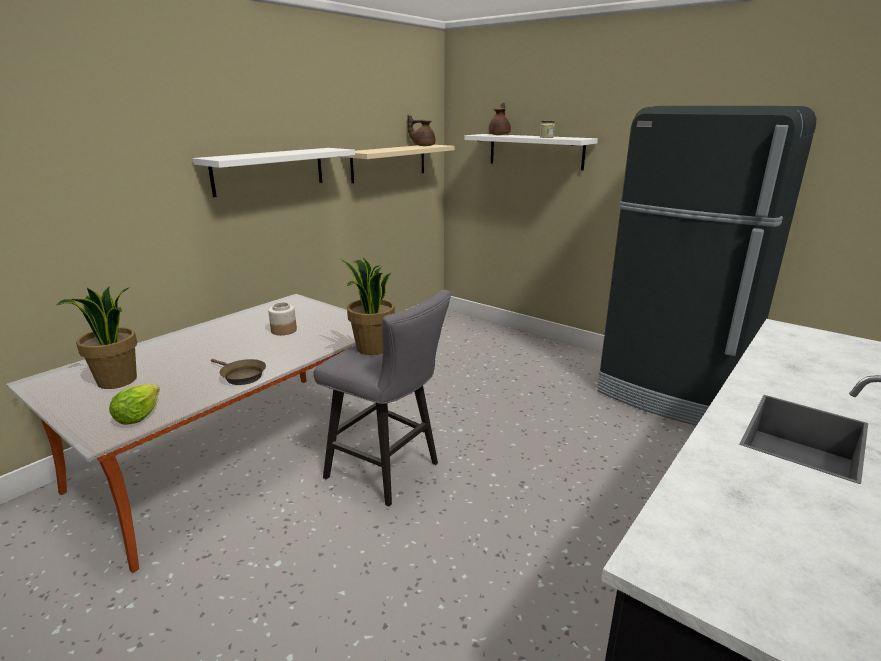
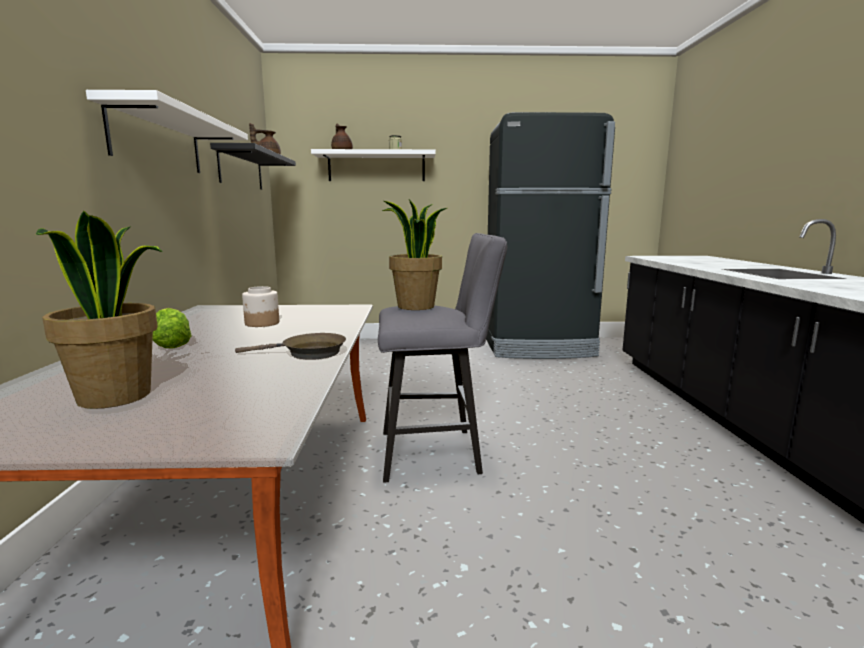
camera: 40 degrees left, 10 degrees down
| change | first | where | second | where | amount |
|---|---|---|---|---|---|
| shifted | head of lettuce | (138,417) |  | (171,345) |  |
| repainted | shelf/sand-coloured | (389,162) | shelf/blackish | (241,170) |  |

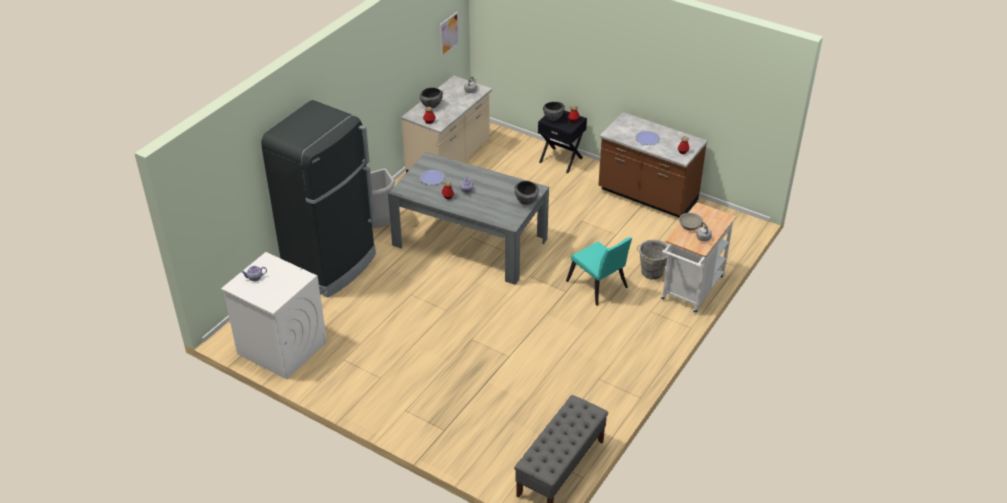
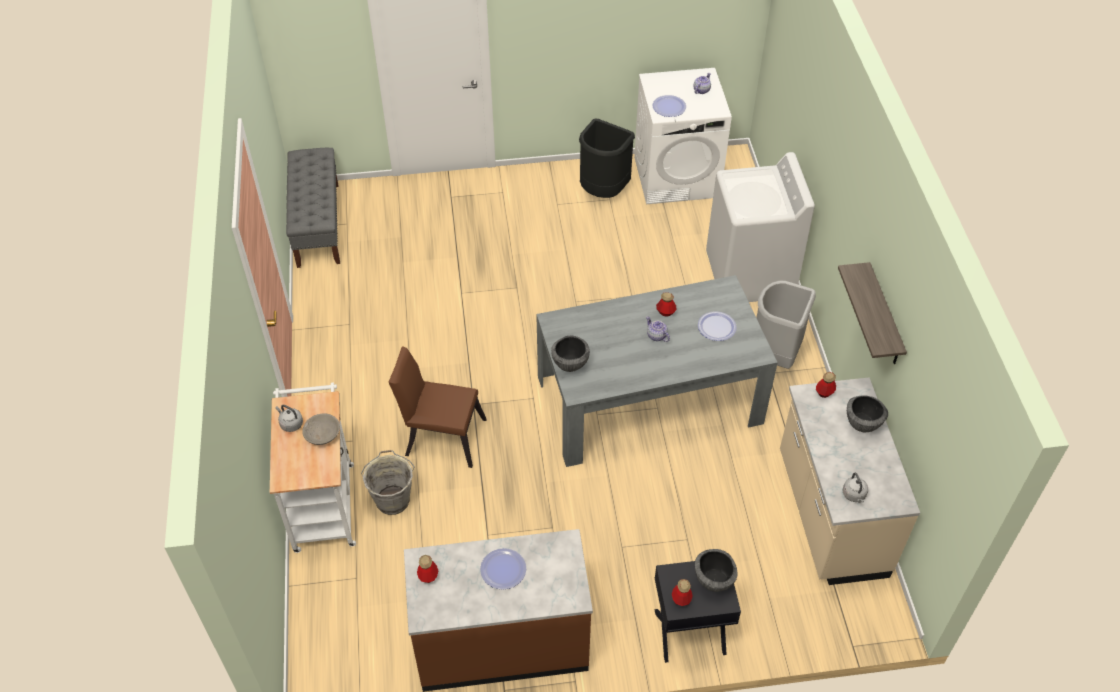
camera: 140 degrees right, 10 degrees up
| change | first | where | second | where | amount |
|---|---|---|---|---|---|
| repainted | chair/blue-green | (598,287) | chair/brown-coloured | (441,435) |  |
| new |  |  | trash can/blackish | (603,192) |  |
| new |  |  | dinner plate | (669,107) |  |
| swapped | refrigerator/blackish | (331,266) | laundry machine/whitish | (749,275) |  |
| new |  |  | shelf | (884,317) |  |
| gone | wall art | (449,34) |  |  |  |

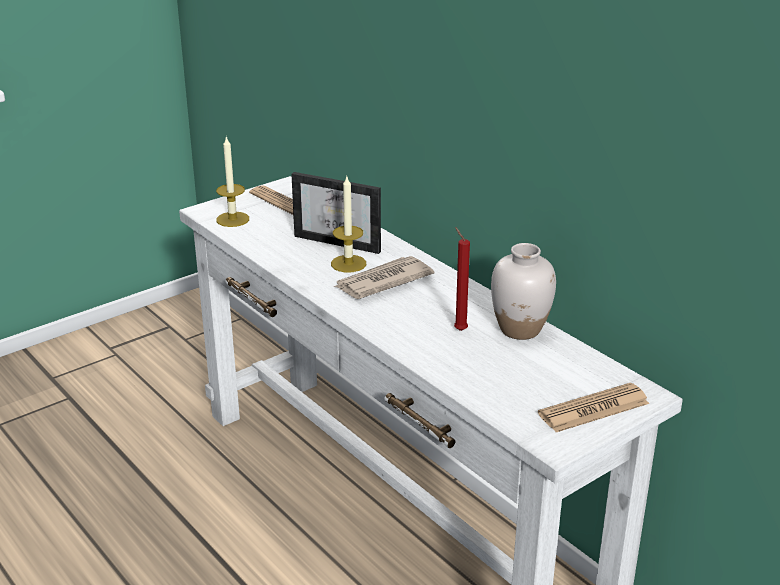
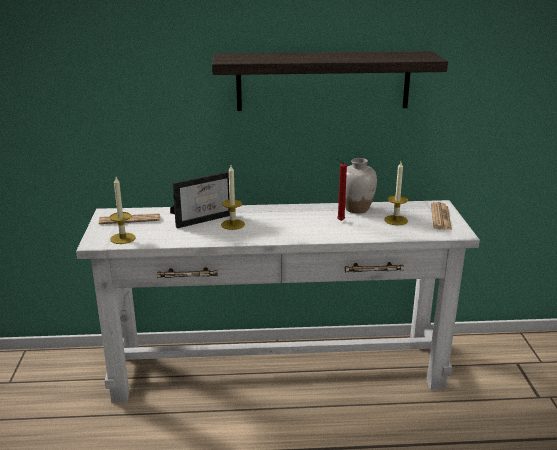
camera: 55 degrees left, 5 degrees down
| change | first | where | second | where | amount |
|---|---|---|---|---|---|
| new |  |  | shelf | (323,81) |  |
| new |  |  | wax candle | (396,220) |  |
| gone | newspaper | (382,281) |  |  |  |

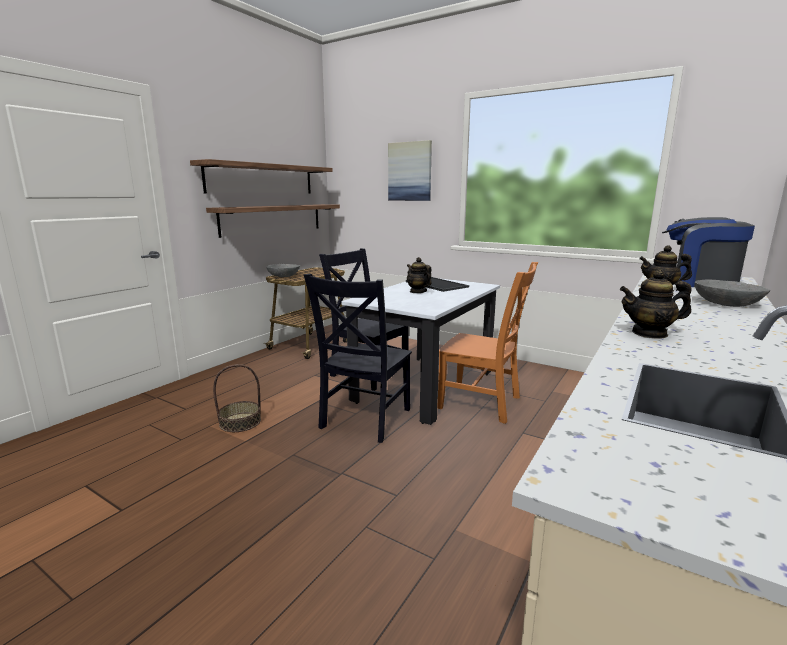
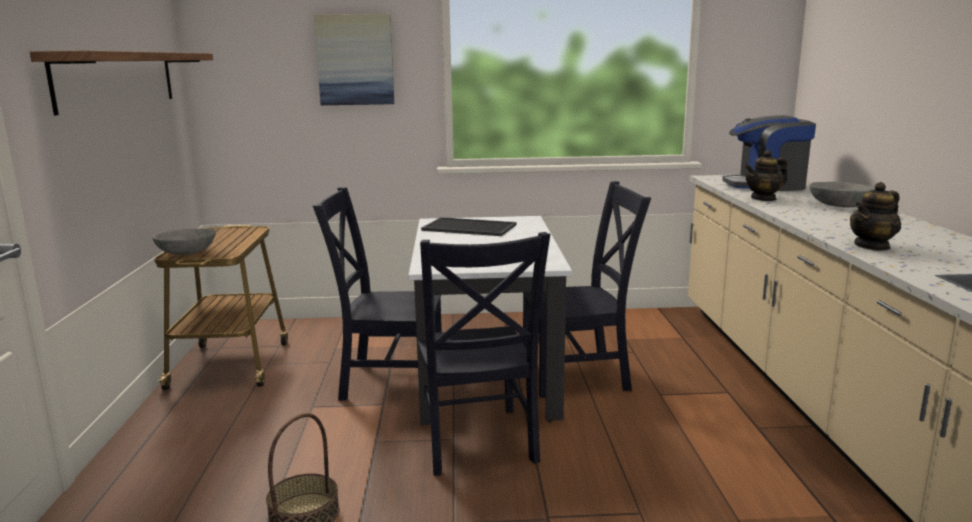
camera: 35 degrees left, 0 degrees up
| change | first | where | second | where | amount |
|---|---|---|---|---|---|
| repainted | chair/orange-coloured | (483,404) | chair/blackish | (580,375) |  |
| gone | shelf | (273,219) |  |  |  |
| gone | teapot | (418,291) |  |  |  |

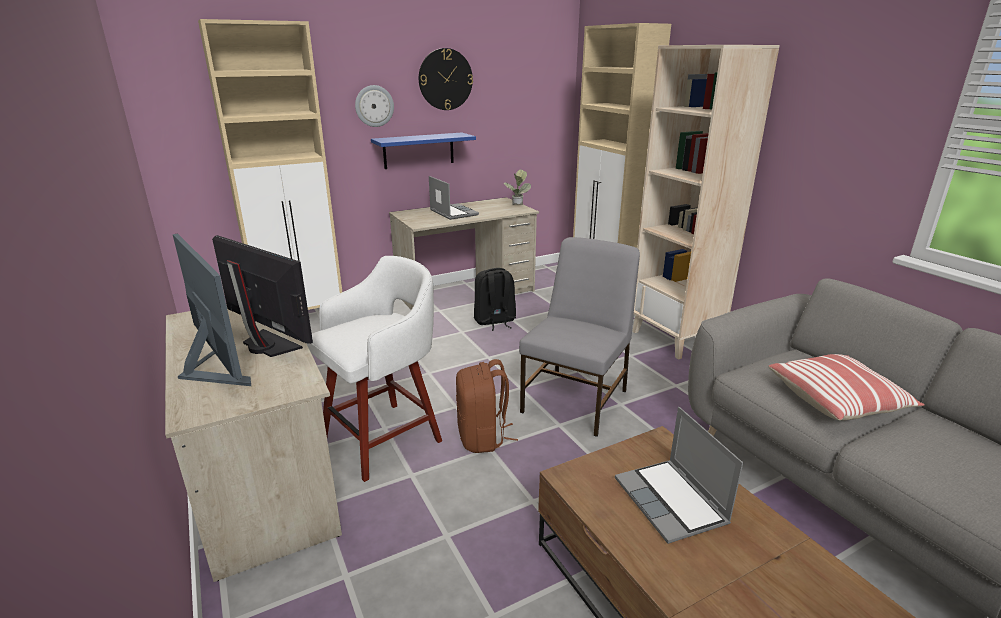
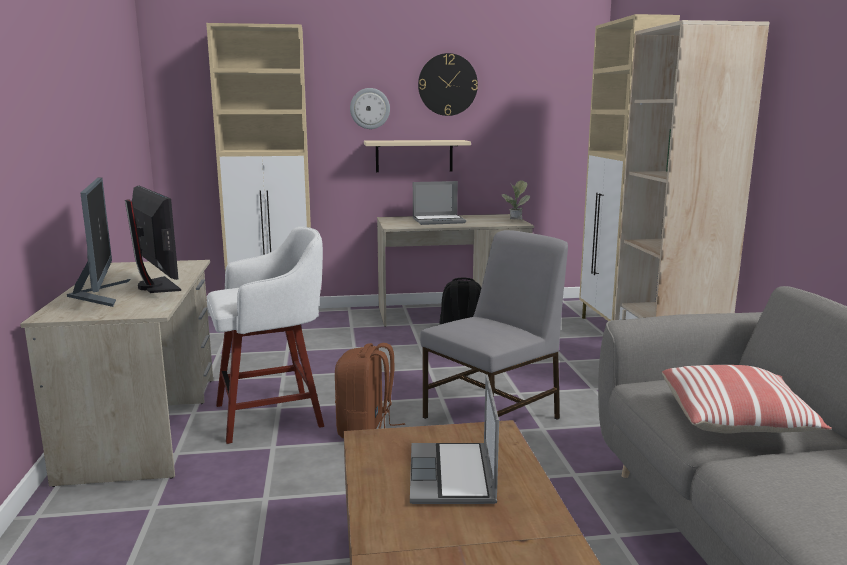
camera: 20 degrees right, 10 degrees down
| change | first | where | second | where | amount |
|---|---|---|---|---|---|
| repainted | shelf/bluish | (418,150) | shelf/sand-coloured | (414,156) |  |
| rotated | laptop | (452,213) |  | (439,221) | 90 degrees clockwise |

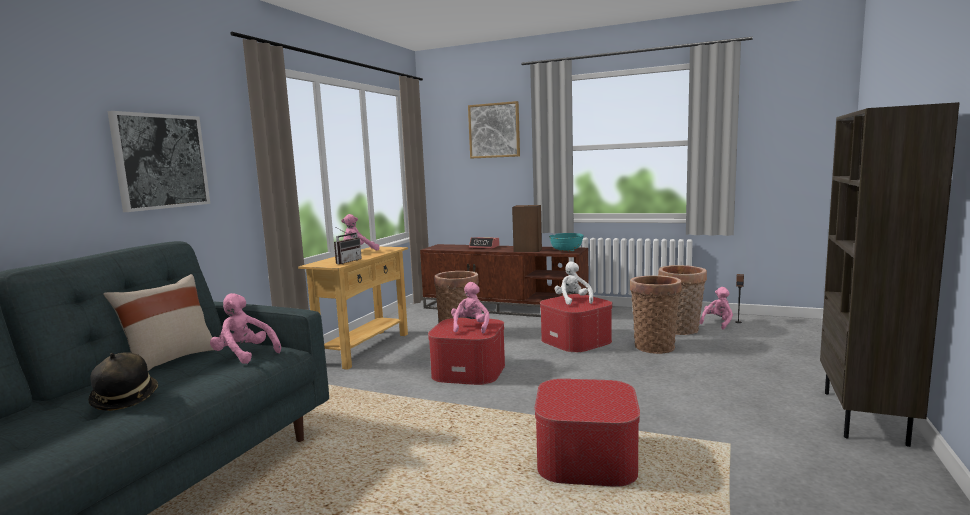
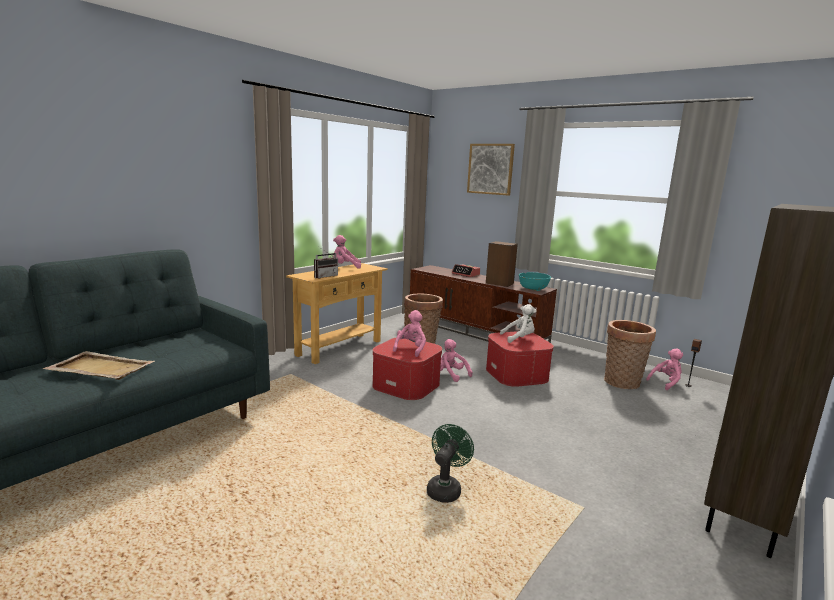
camera: 15 degrees right, 5 degrees up
| change | first | where | second | where | amount |
|---|---|---|---|---|---|
| swapped | clothing hat | (125,399) | tray/sand-coloured | (100,368) |  |
| swapped | footrest | (586,459) | electric fan/green-coloured | (445,488) |  |
| shifted | plush toy/pinkish | (244,355) |  | (451,375) |  |
| rotated | plush toy/whitish | (573,300) |  | (519,338) | 75 degrees clockwise |
| gone | cushion/sand-coloured | (169,360) |  |  |  |
| gone | wall art | (161,161) |  |  |  |
| gone | household basket | (654,346) |  |  |  |

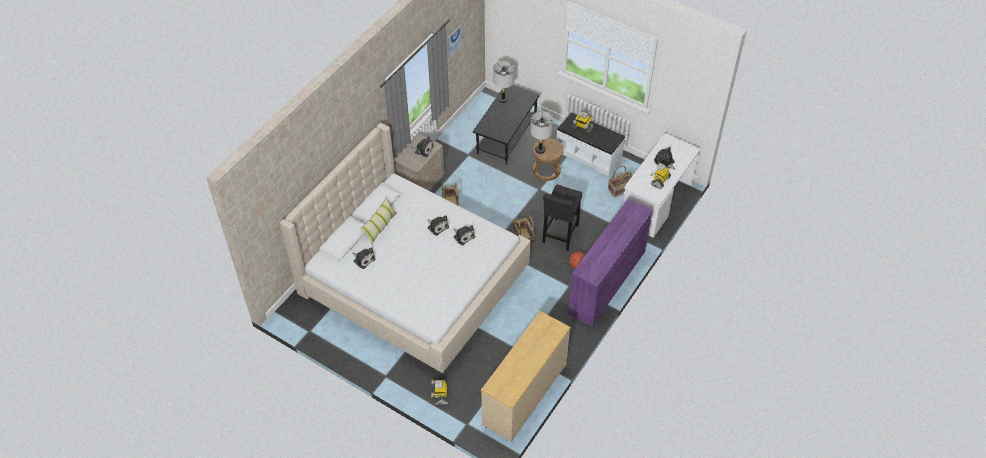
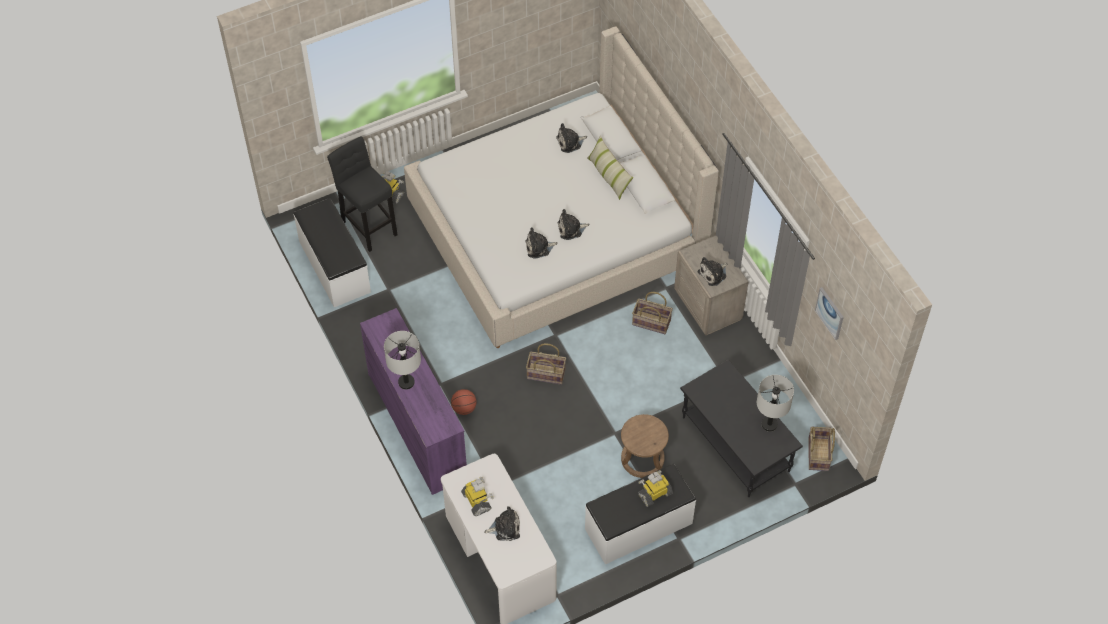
camera: 120 degrees right, 5 degrees up
| change | first | where | second | where | amount |
|---|---|---|---|---|---|
| swapped | chest of drawers/sand-coloured | (525,394) | indoor bench/whitish | (334,267) |  |
| shifted | stool/blackish | (560,235) |  | (368,225) |  |
| shifted | lamp for a table/gray | (540,149) |  | (406,382) |  |
| shifted | household basket | (621,189) |  | (819,454) |  |

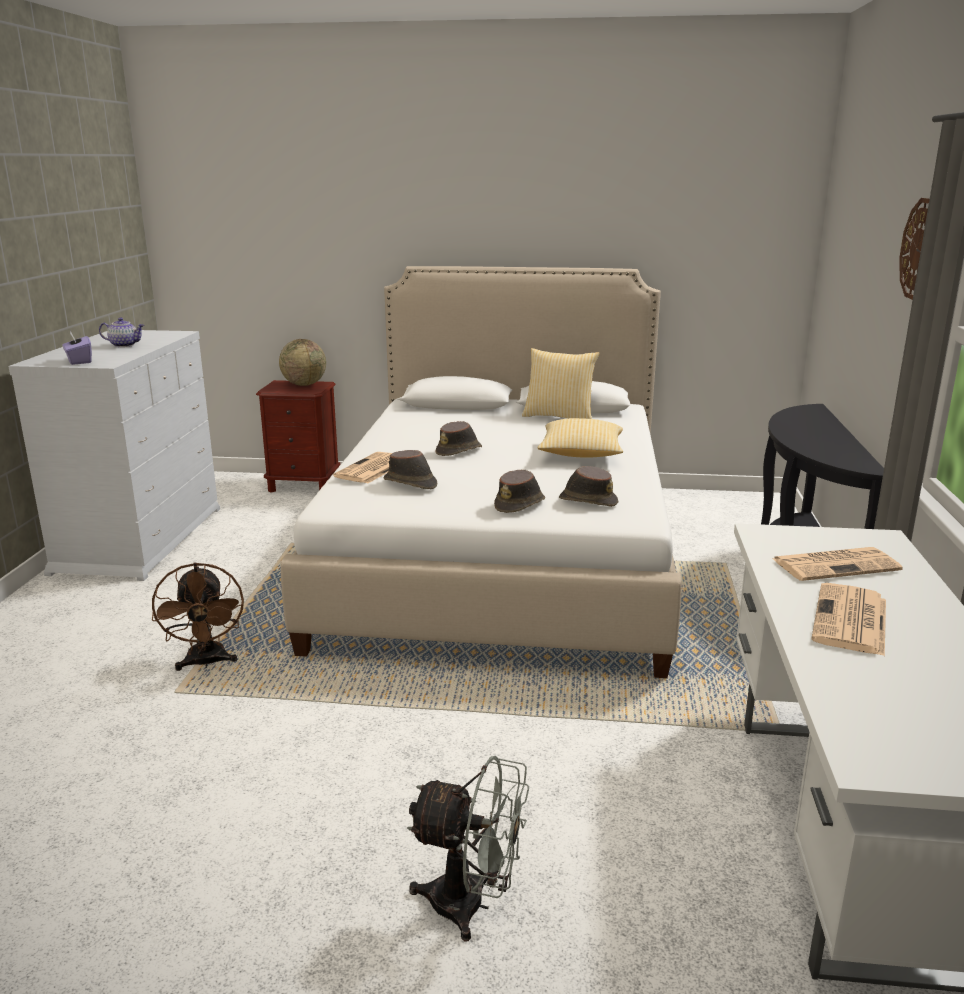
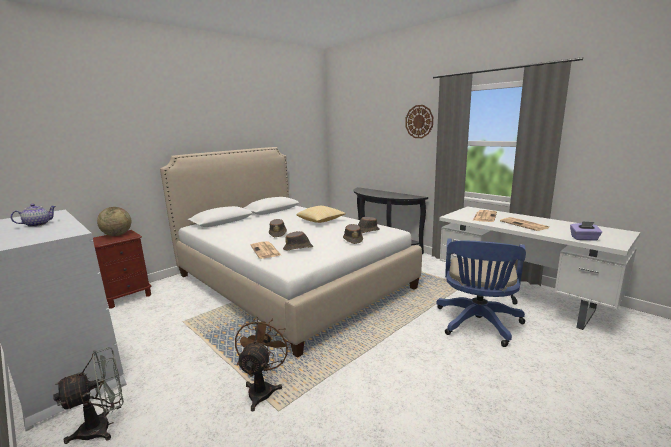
camera: 50 degrees left, 5 degrees down
| change | first | where | second | where | amount |
|---|---|---|---|---|---|
| shifted | electric fan/gray | (472,905) |  | (104,427) |  |
| rotated | electric fan/brown-coloured | (206,663) |  | (263,389) | 105 degrees counterclockwise |
| new |  |  | computer chair/bluish | (478,324) |  |
| shifted | tissue holder/purple | (79,361) |  | (584,238) |  |
| gone | cushion | (559,416) |  |  |  |

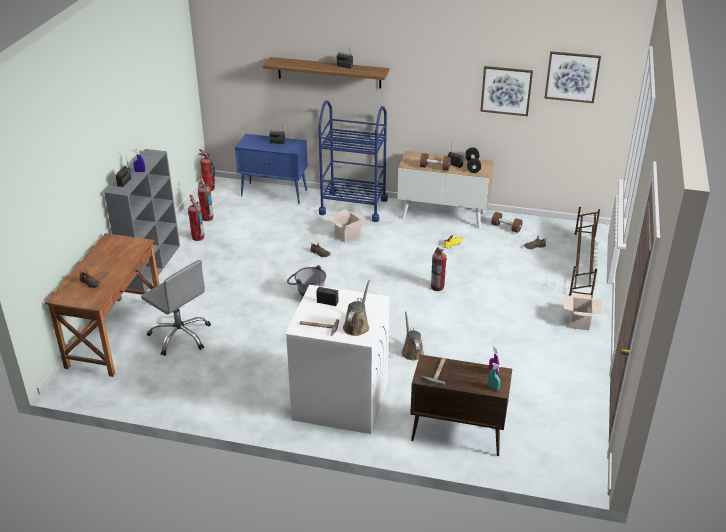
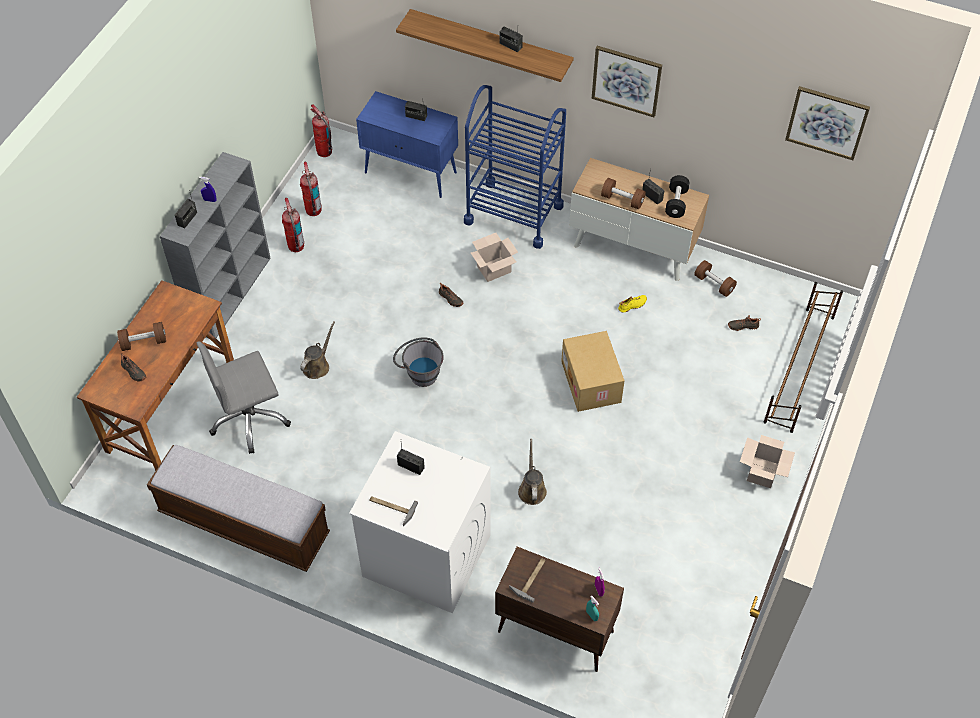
camera: 10 degrees right, 20 degrees up
| change | first | where | second | where | amount |
|---|---|---|---|---|---|
| new |  |  | dumbbell/brown-coloured | (144,342) |  |
| new |  |  | indoor bench | (244,524) |  |
| rotated | computer chair/gray | (180,335) |  | (250,419) | 105 degrees clockwise |
| shifted | watering can/brown-coloured | (357,325) |  | (317,365) |  |
| swapped | fire-fighting cylinder | (437,287) | cardboard box | (592,382) |  |
| shifted | wall art | (506,90) |  | (626,80) |  |

